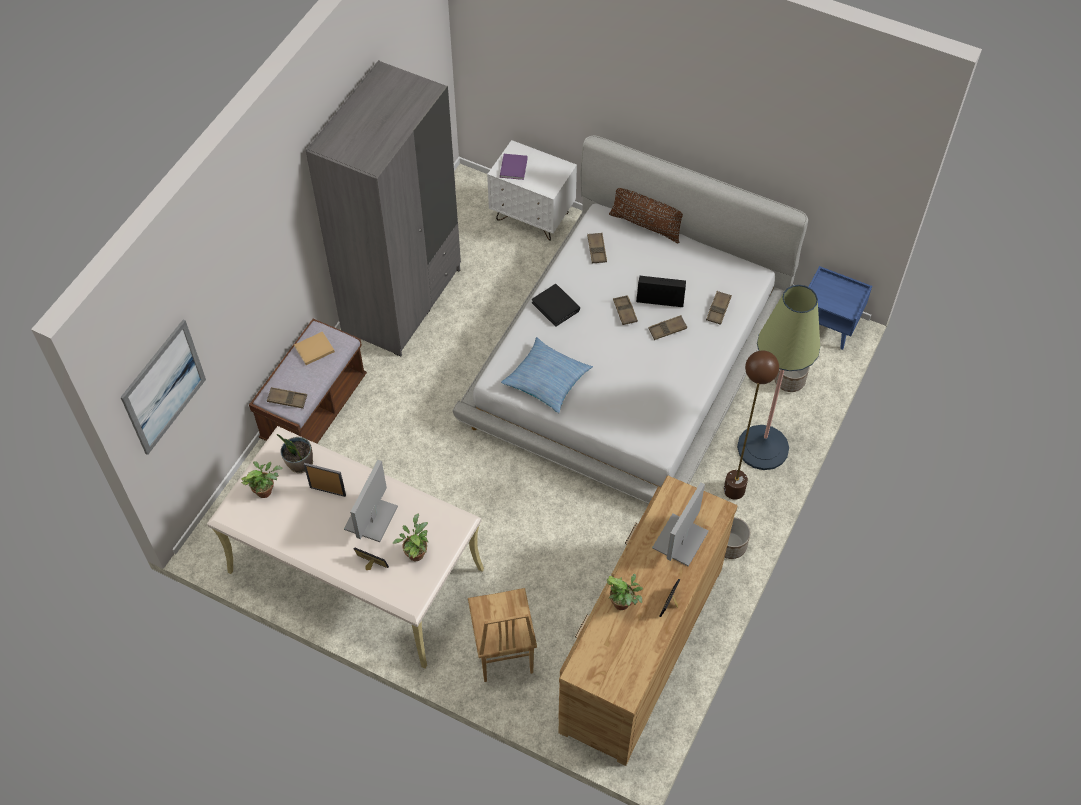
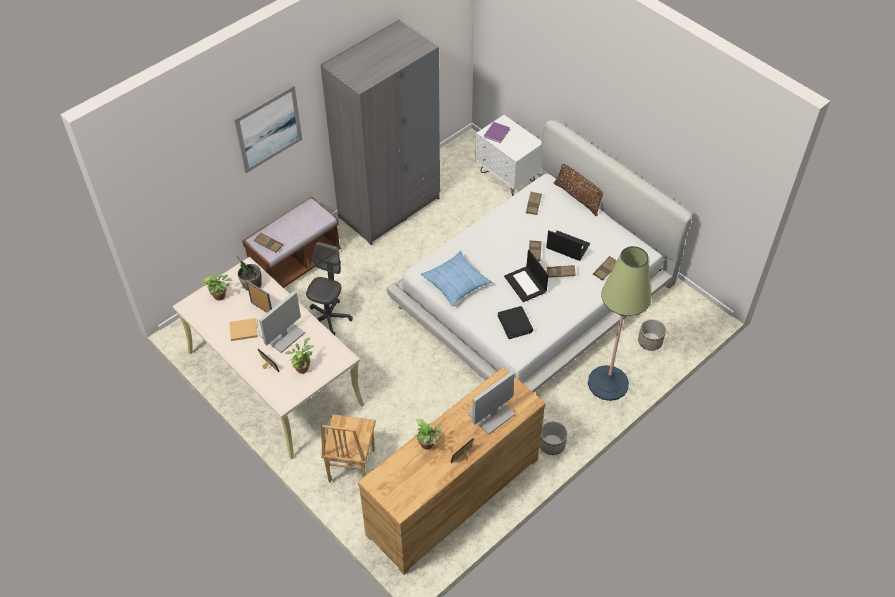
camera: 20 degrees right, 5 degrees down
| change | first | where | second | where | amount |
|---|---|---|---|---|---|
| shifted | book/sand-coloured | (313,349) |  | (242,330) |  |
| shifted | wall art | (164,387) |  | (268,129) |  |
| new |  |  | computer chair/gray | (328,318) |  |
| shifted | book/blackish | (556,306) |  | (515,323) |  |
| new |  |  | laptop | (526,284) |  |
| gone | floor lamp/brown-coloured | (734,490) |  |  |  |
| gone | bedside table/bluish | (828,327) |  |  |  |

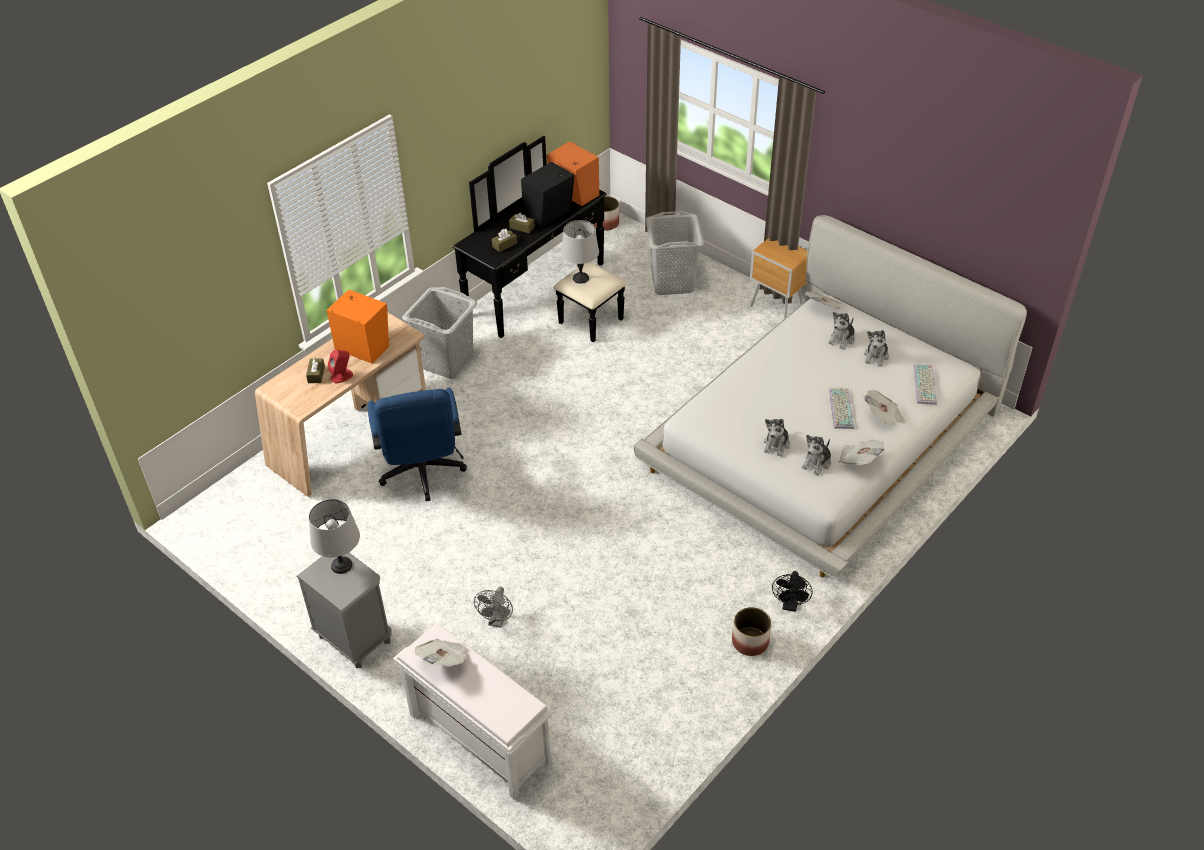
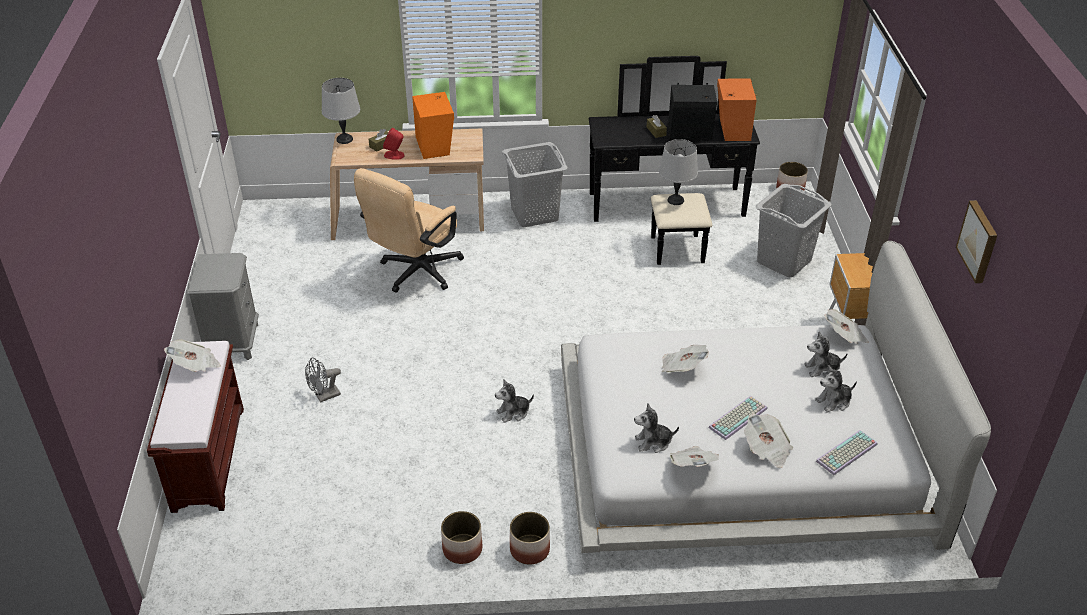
camera: 45 degrees right, 5 degrees down
| change | first | where | second | where | amount |
|---|---|---|---|---|---|
| repainted | indoor bench/whitish | (478,738) | indoor bench/brown-coloured | (208,457) |  |
| shifted | lamp for a table/gray | (342,565) |  | (345,139) |  |
| repainted | computer chair/bluish | (422,474) | computer chair/sand-coloured | (415,274) |  |
| shifted | plush toy | (776,445) |  | (513,412) |  |
| swapped | electric fan/blackish | (790,605) | plant pot | (530,549) |  |
| new |  |  | newspaper | (682,367) |  |
| new |  |  | wall art | (979,241) |  |
| gone | tissue holder/brown-coloured | (504,245) |  |  |  |

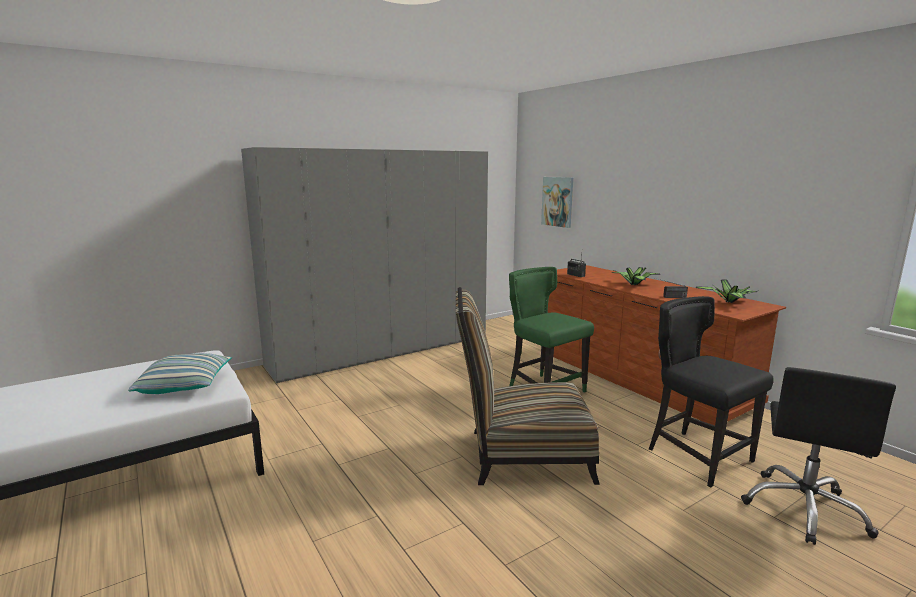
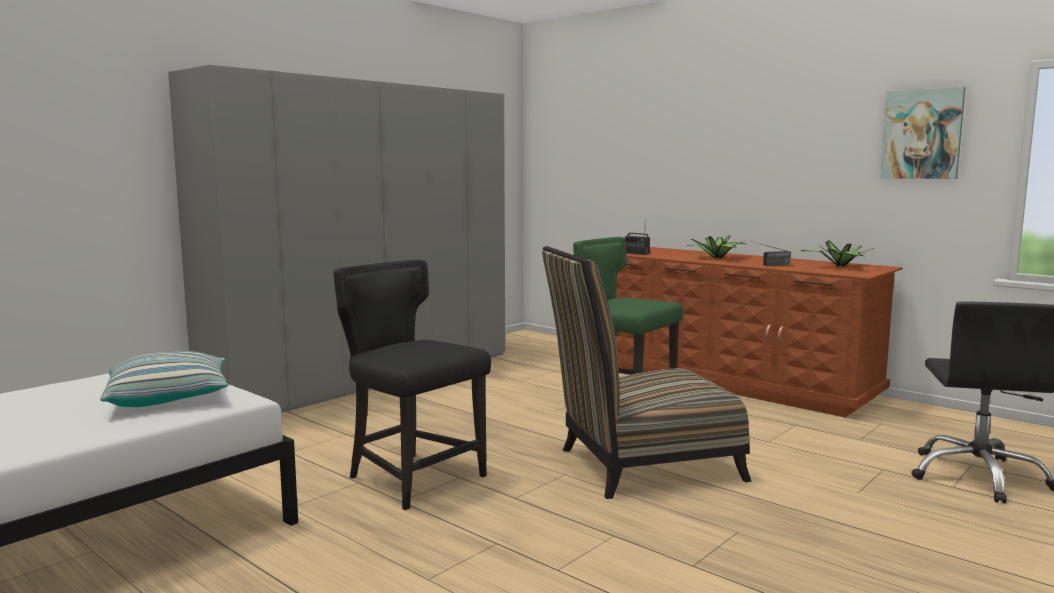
camera: 15 degrees left, 5 degrees down
| change | first | where | second | where | amount |
|---|---|---|---|---|---|
| shifted | chair/blackish | (696,455) |  | (413,478) |  |
| shifted | wall art | (557,201) |  | (922,134) |  |

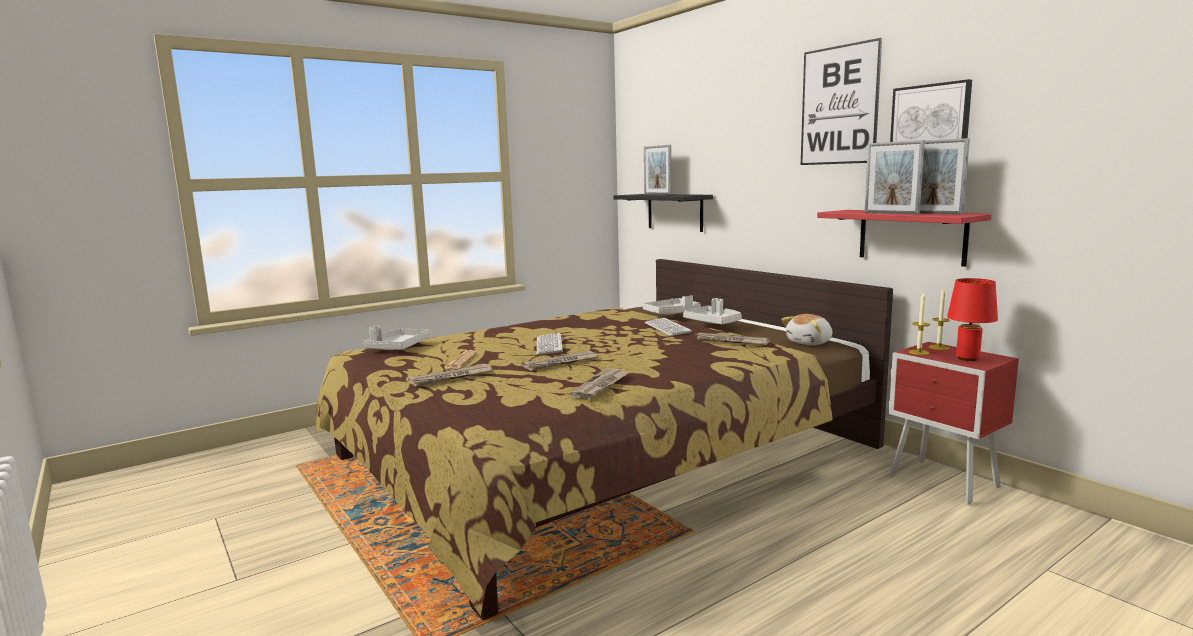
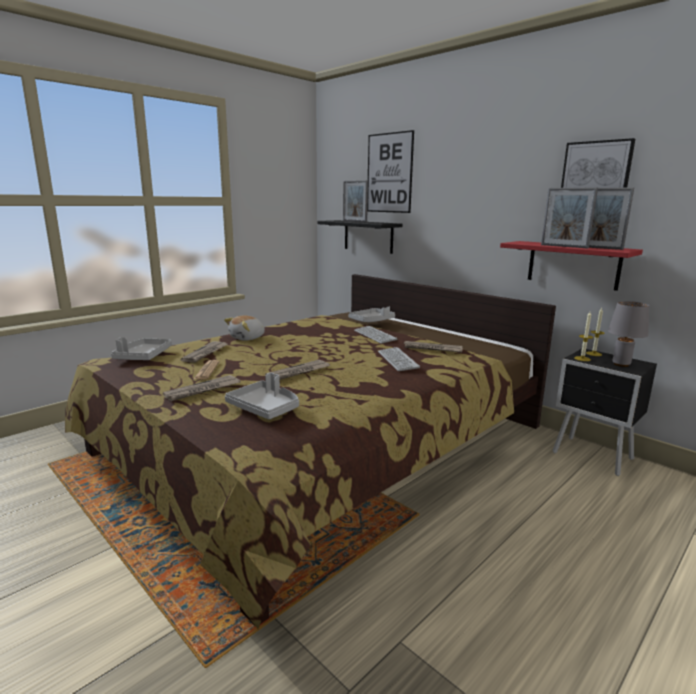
camera: 10 degrees left, 5 degrees up
| change | first | where | second | where | amount |
|---|---|---|---|---|---|
| shifted | newspaper | (601,386) |  | (206,353) |  |
| shifted | plush toy | (810,343) |  | (248,338) |  |
| shifted | tray/gray | (713,322) |  | (265,408) |  |
| shifted | wall art | (839,105) |  | (389,173) |  |
| shifted | PC keyboard | (549,345) |  | (397,360) |  |
| repainted | bedside table/red | (945,482) | bedside table/blackish | (593,457) |  |
| repainted | lamp for a table/red | (967,358) | lamp for a table/gray | (621,364) |  |

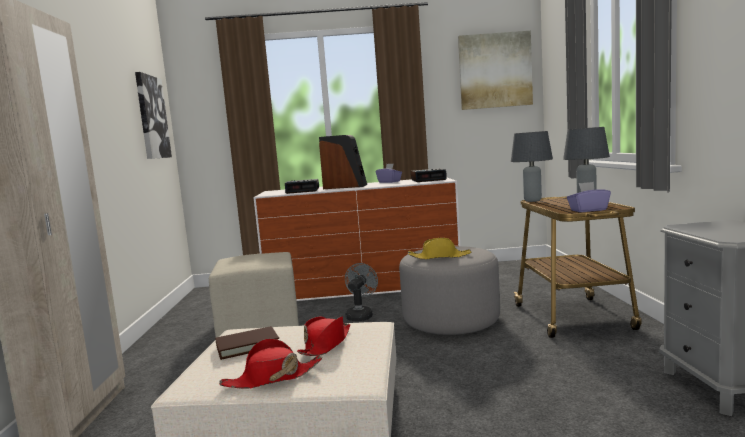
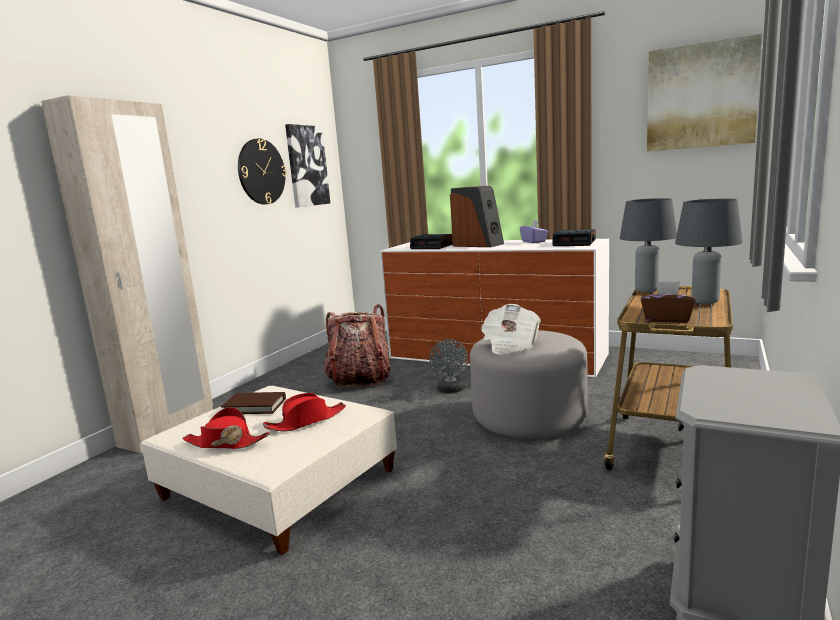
camera: 30 degrees right, 5 degrees up
| change | first | where | second | where | amount |
|---|---|---|---|---|---|
| new |  |  | wall clock | (261,171) |  |
| swapped | footrest/sand-coloured | (259,324) | knapsack | (359,379) |  |
| rotated | electric fan/gray | (360,315) |  | (451,390) | 135 degrees clockwise |
| swapped | clothing hat/yellowish | (440,257) | newspaper | (510,345) |  |
| repainted | tissue holder/purple | (588,210) | tissue holder/brown-coloured | (666,319) |  |

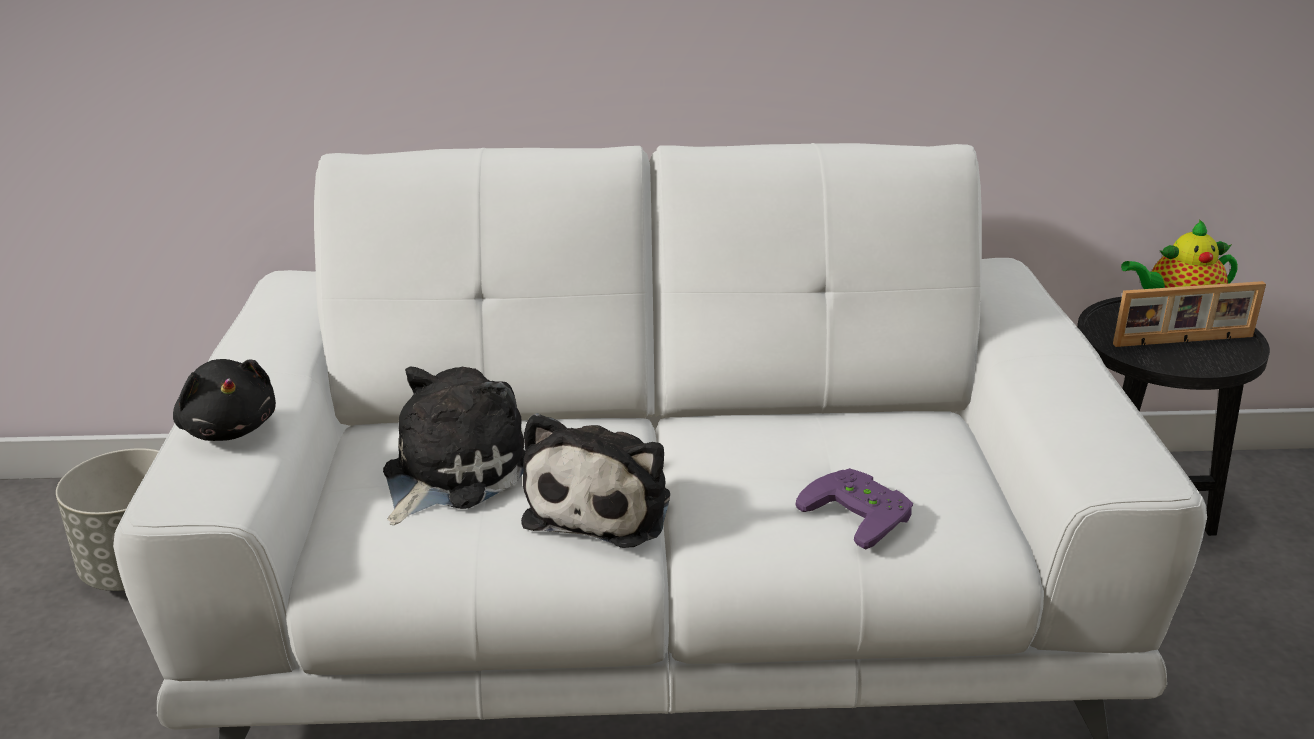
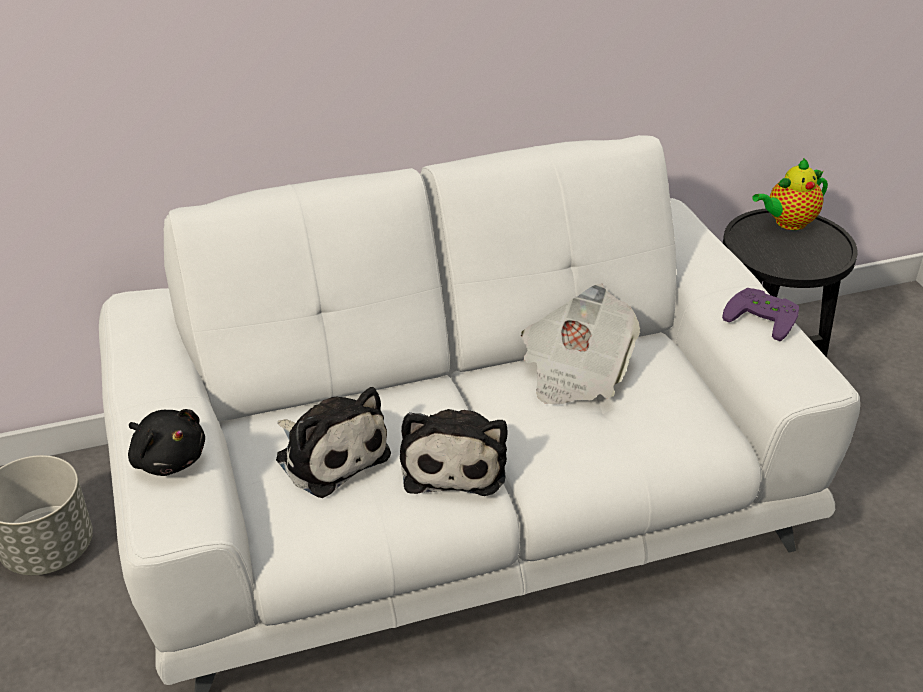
camera: 15 degrees left, 10 degrees up
| change | first | where | second | where | amount |
|---|---|---|---|---|---|
| rotated | plush toy | (450,473) |  | (329,454) | 120 degrees clockwise |
| new |  |  | newspaper | (574,369) |  |
| shifted | joypad/purple | (861,512) |  | (764,316) |  |
| gone | standing frame | (1184,341) |  |  |  |

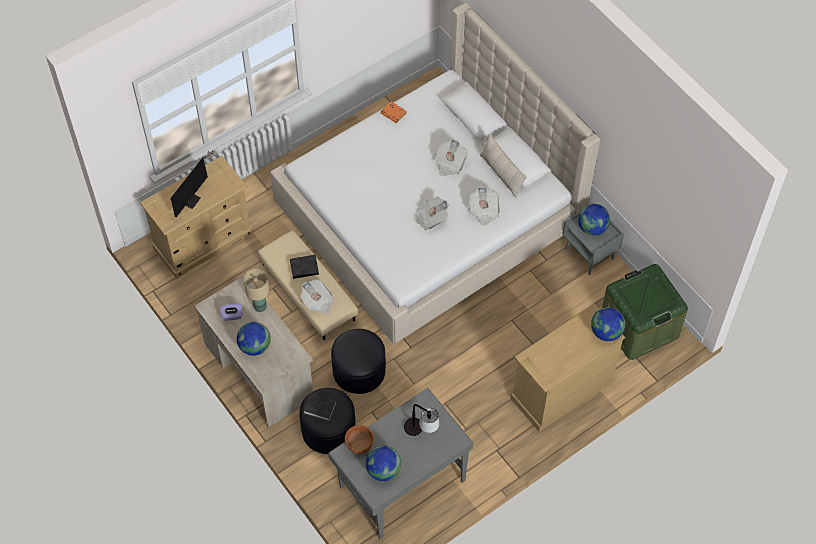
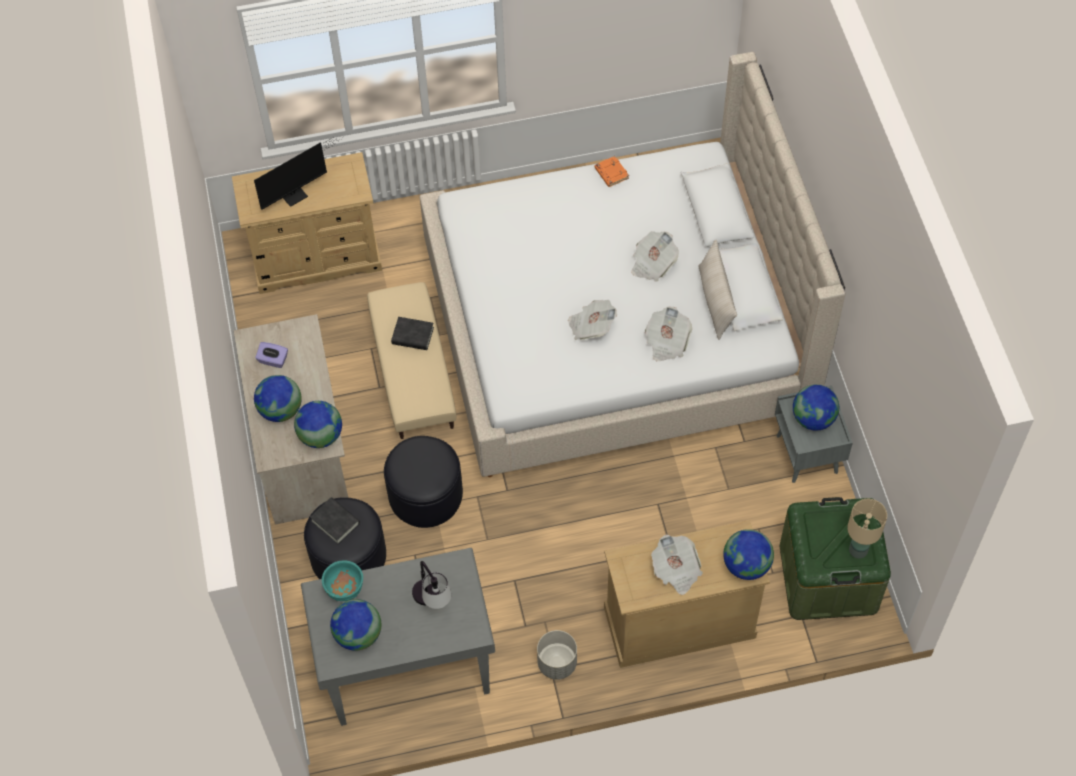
camera: 25 degrees right, 0 degrees up
| change | first | where | second | where | amount |
|---|---|---|---|---|---|
| new |  |  | desk globe | (321,436) |  |
| repainted | bowl/brown-coloured | (360,445) | bowl/blue-green | (345,589) |  |
| new |  |  | plant pot/gray | (556,663) |  |
| shifted | newspaper | (318,302) |  | (676,570) |  |
| shifted | lamp for a table/sand-coloured | (260,306) |  | (858,550) |  |

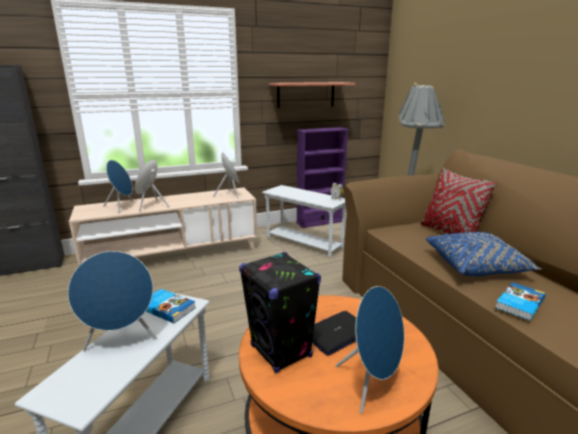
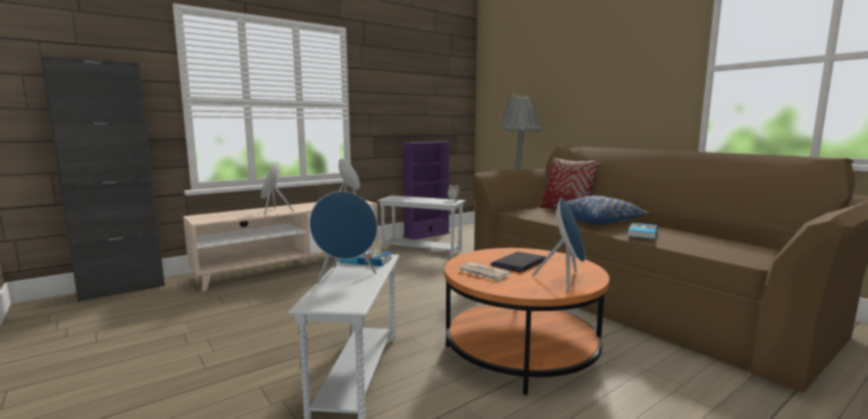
camera: 15 degrees left, 10 degrees down
| change | first | where | second | where | amount |
|---|---|---|---|---|---|
| swapped | speaker/blackish | (281,352) | newspaper | (484,274) |  |
| gone | speaker/bluish | (122,207) |  |  |  |
| gone | shelf | (306,95) |  |  |  |

